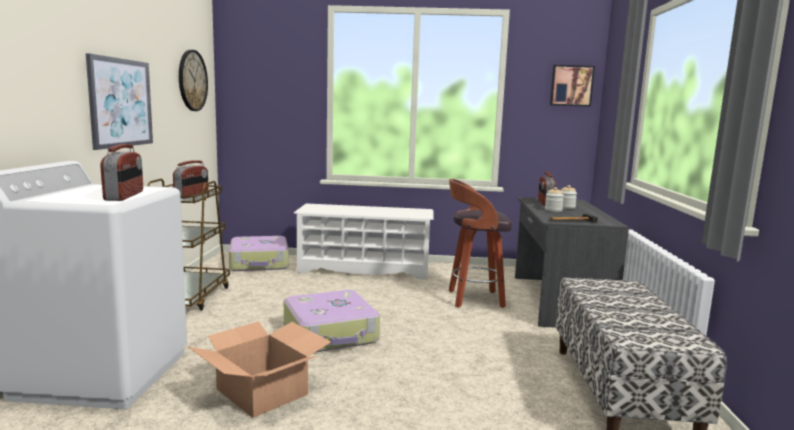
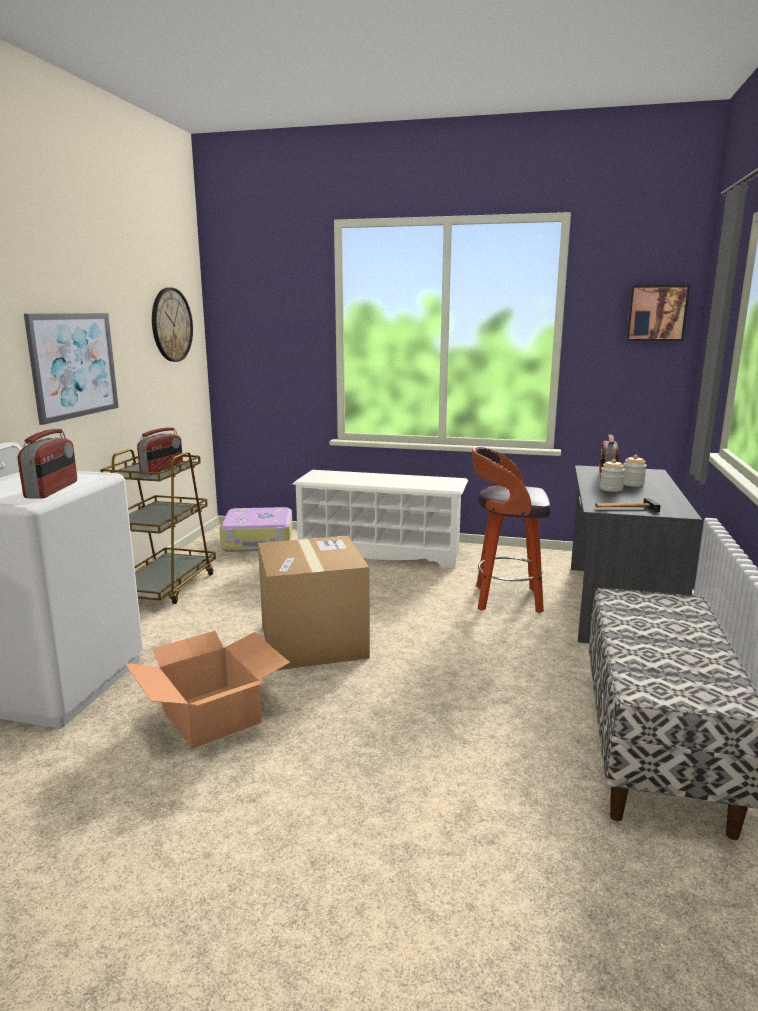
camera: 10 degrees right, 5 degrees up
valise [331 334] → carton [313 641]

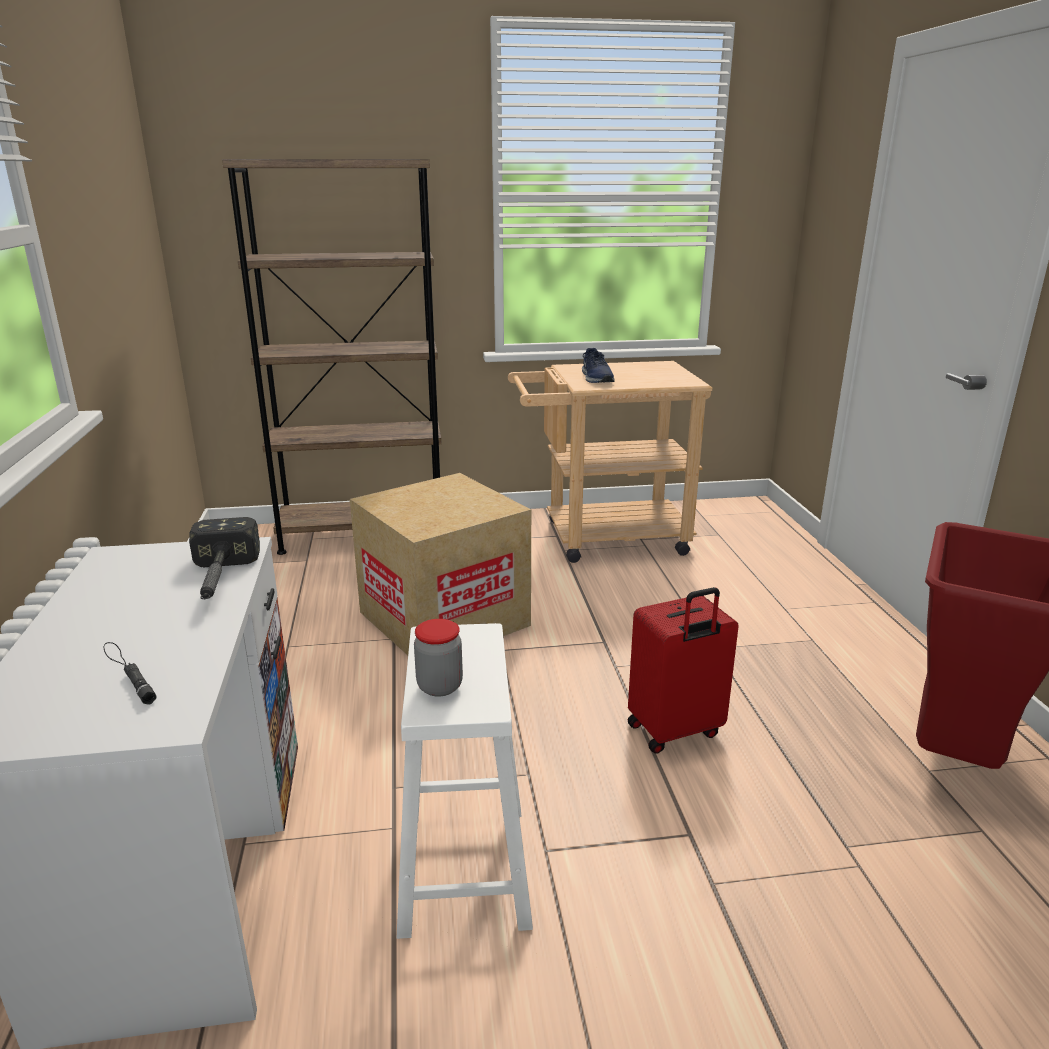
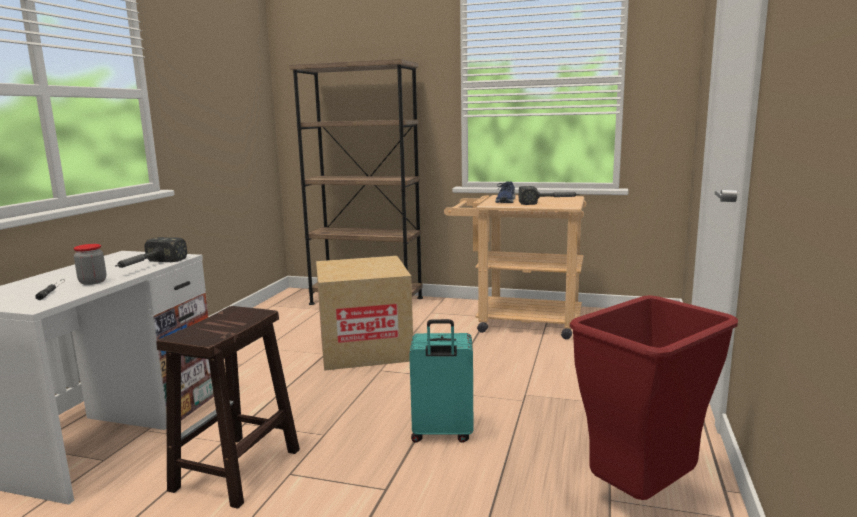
camera: 25 degrees right, 10 degrees down
bocal [439 686] → bocal [93 282], relocated
tabouret/blanc [465 870] → tabouret/marron [236 471]
valise/rouge [675 731] → valise/turquoise [442 434]
- → marteau [549 202]

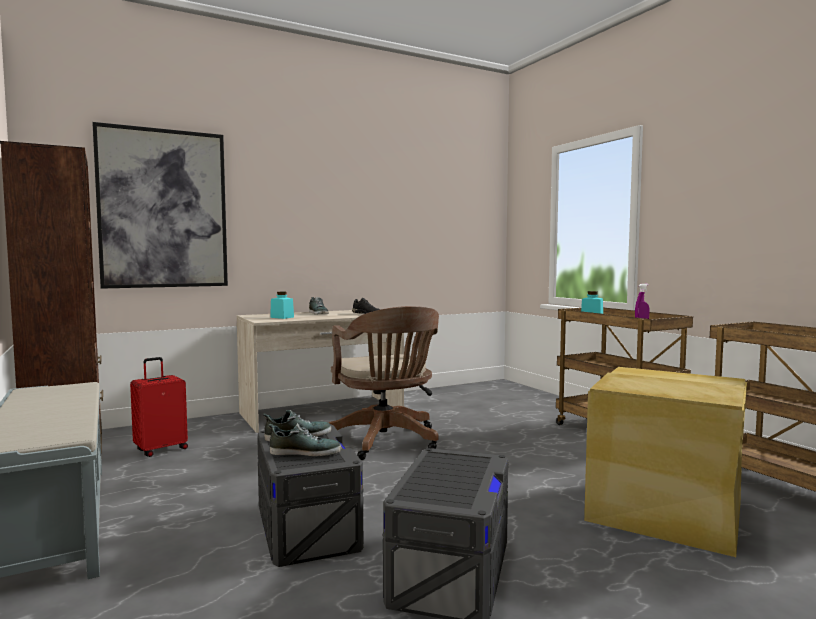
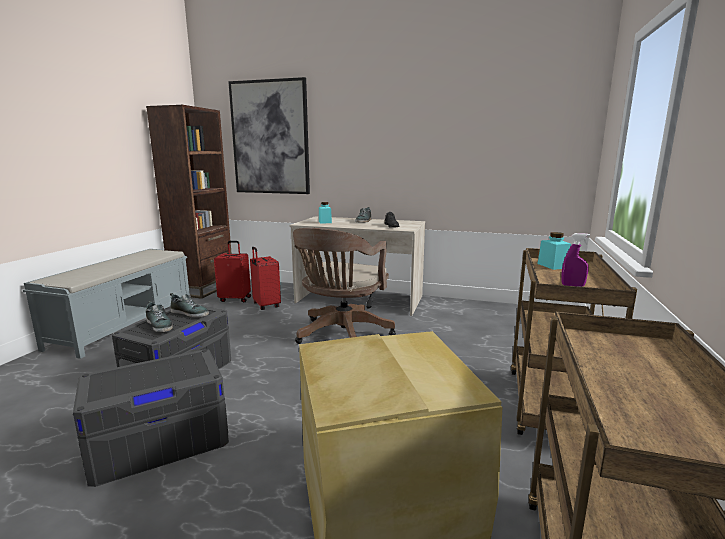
camera: 45 degrees right, 10 degrees up
- → valise/rouge [265 305]

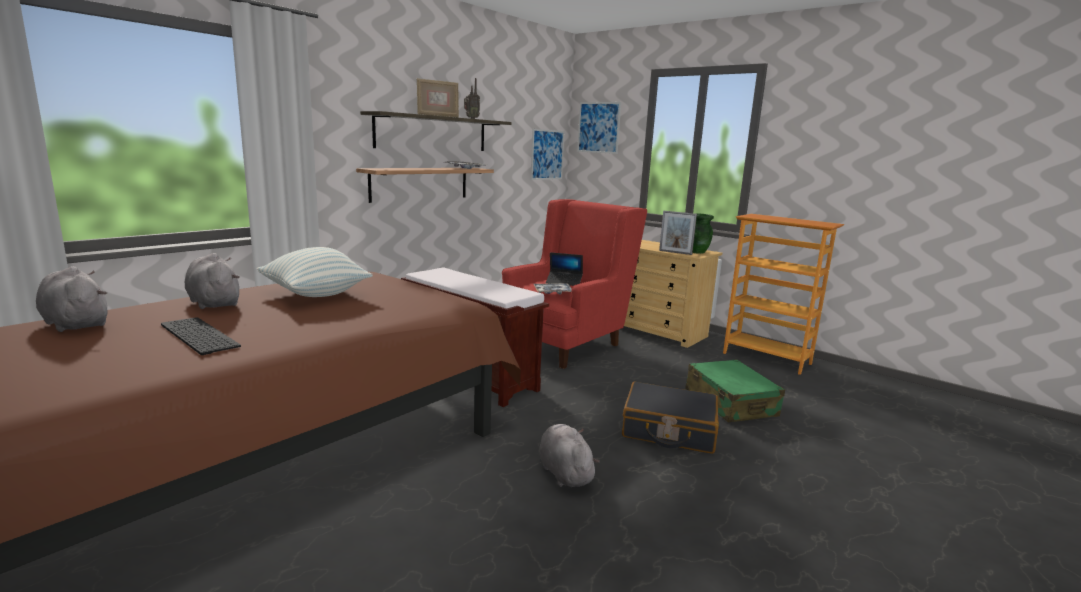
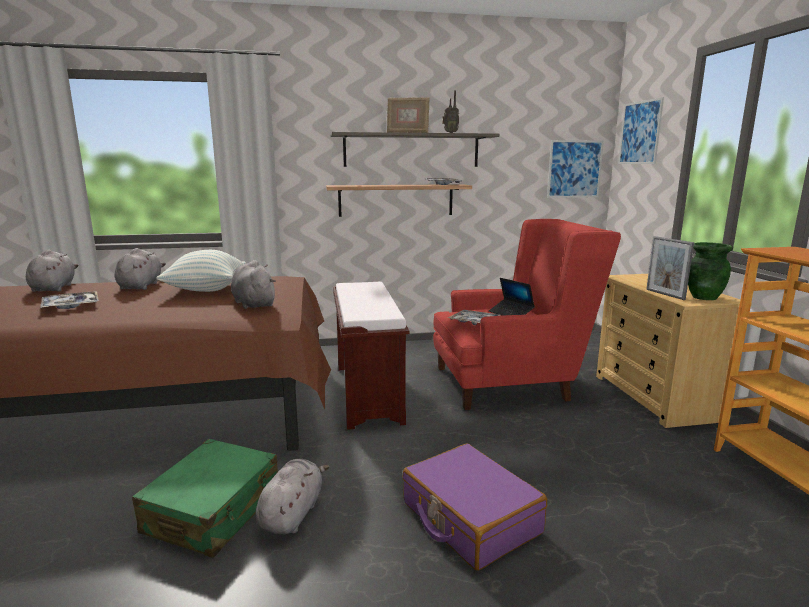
camera: 40 degrees right, 0 degrees up
clavier [196 335] → plateau [71 306]
valise/vert [730 403] → valise/vert [214 511], relocated
- → peluche/gris [253 303]
valise/noir [669 430] → valise/violet [470 518]

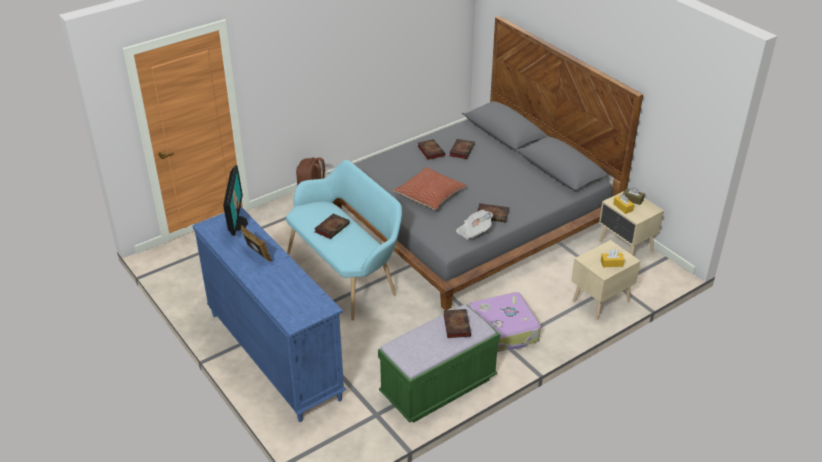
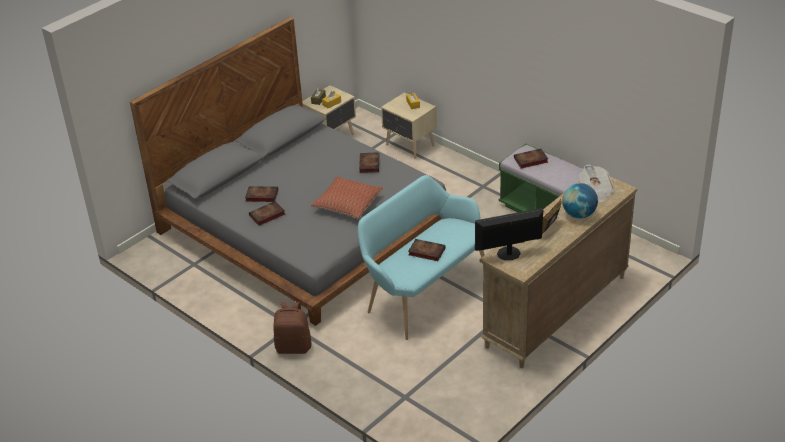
camera: 100 degrees left, 0 degrees up
commode/bleu [274 355] → commode/beige [555 312]
- → globe [579 214]
journal [474 232] → journal [596 191], relocated
valise [503 330] → -

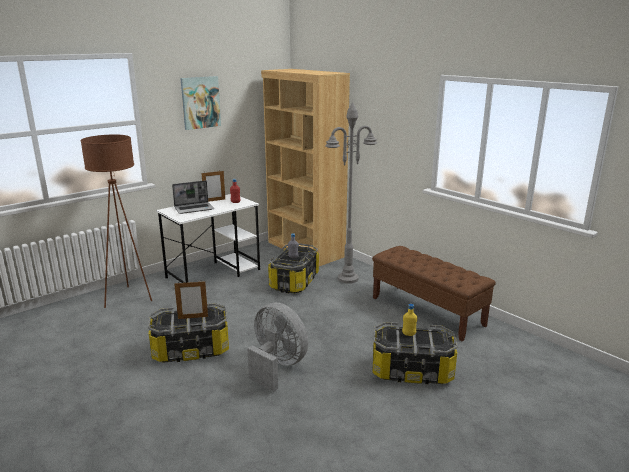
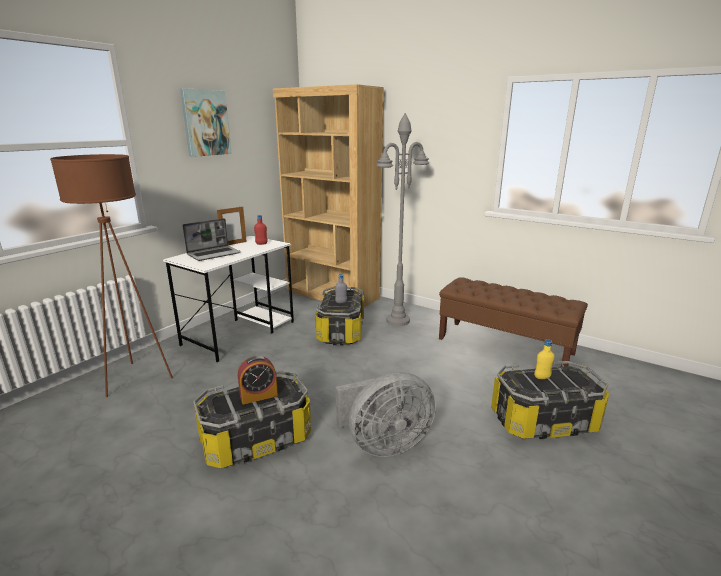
camera: 15 degrees left, 0 degrees up
cadre photo [193 317] → réveil [259 396]
ventilateur/gris [277 366] → ventilateur/gris [384 444], 135 degrees clockwise

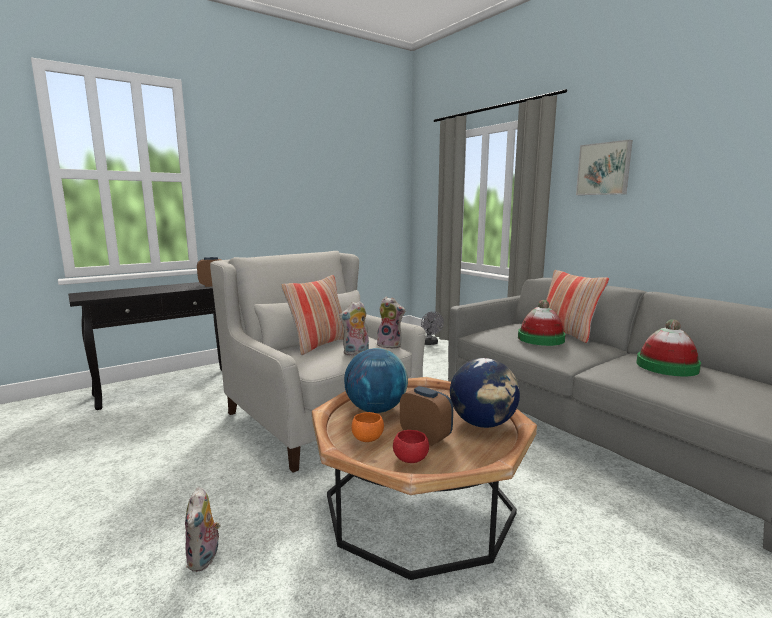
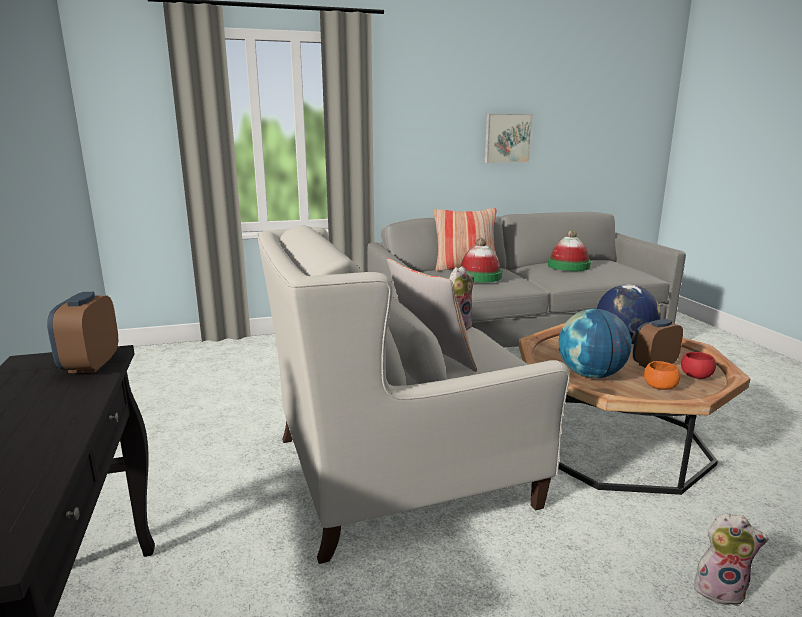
camera: 70 degrees left, 5 degrees up
tableau [604 169] → tableau [507 138], relocated
peluche [356 353] → -
ventilateur/gris [430 343] → -

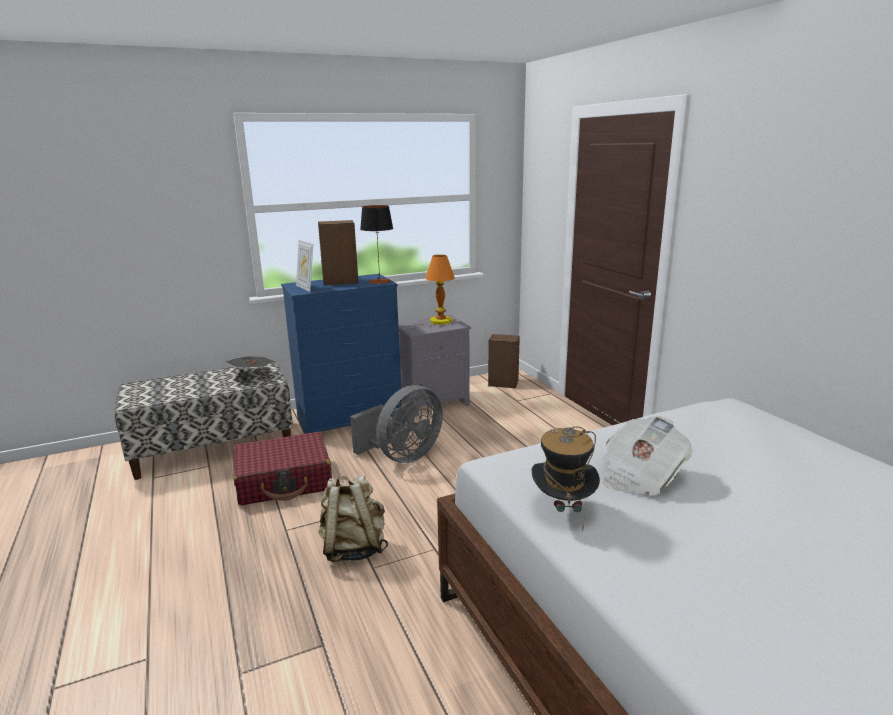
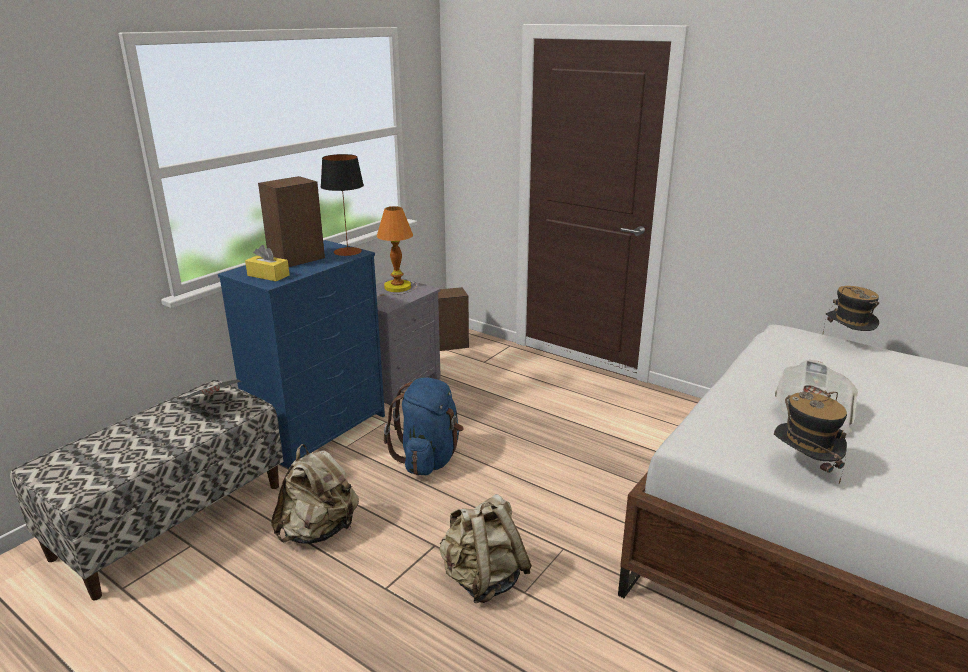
camera: 30 degrees left, 5 degrees up
cadre photo [306 288] → boîte à mouchoirs/jaune [268 275]
valise/rouge [284 481] → sac à dos/beige [318 531]
ventilateur/gris [403 456] → sac à dos/bleu [429 458]
- → chapeau [845 343]

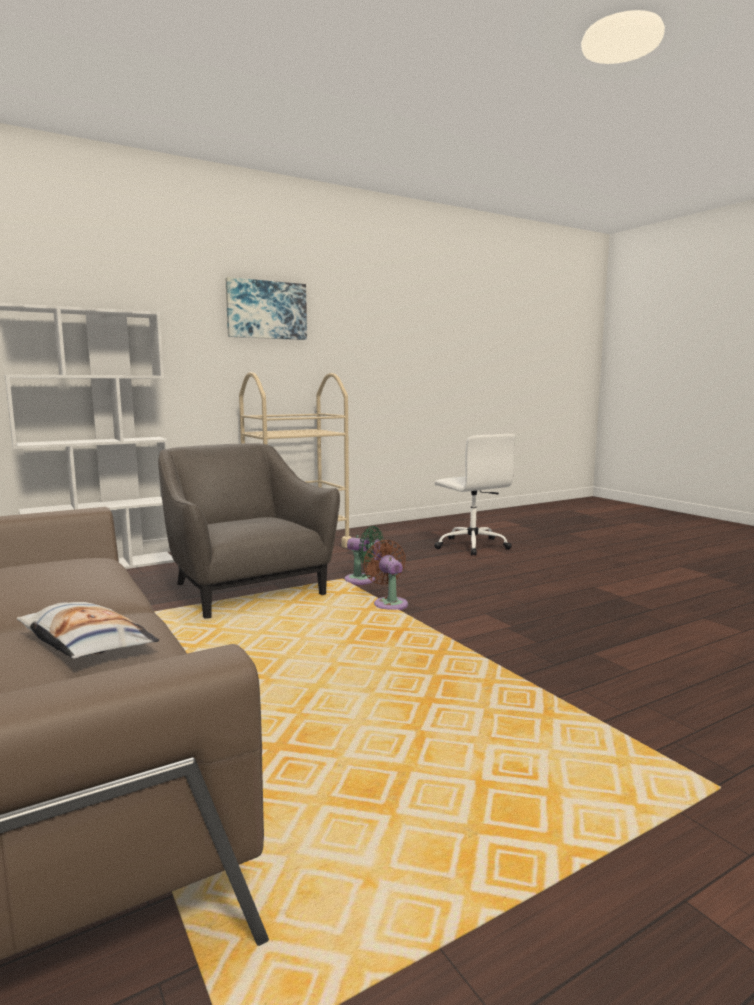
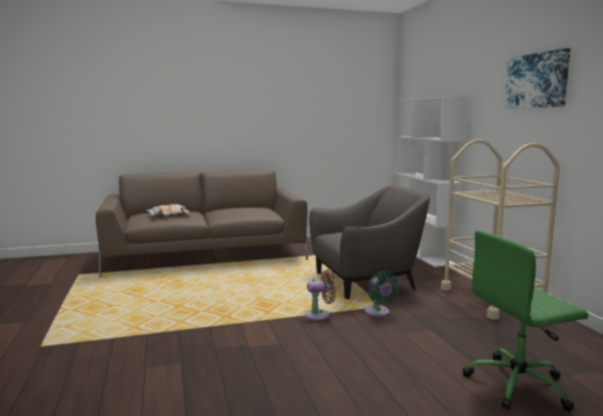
camera: 105 degrees right, 0 degrees up
ventilateur/vert [363 580] → ventilateur/vert [378 313], 60 degrees counterclockwise
chaise de bureau/blanc [471 545] → chaise de bureau/vert [519 385]

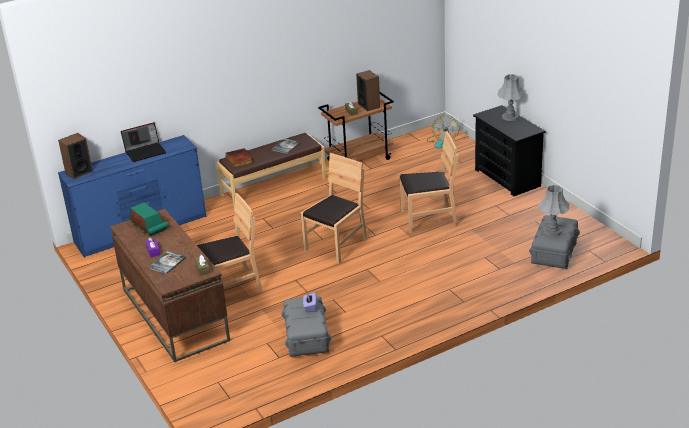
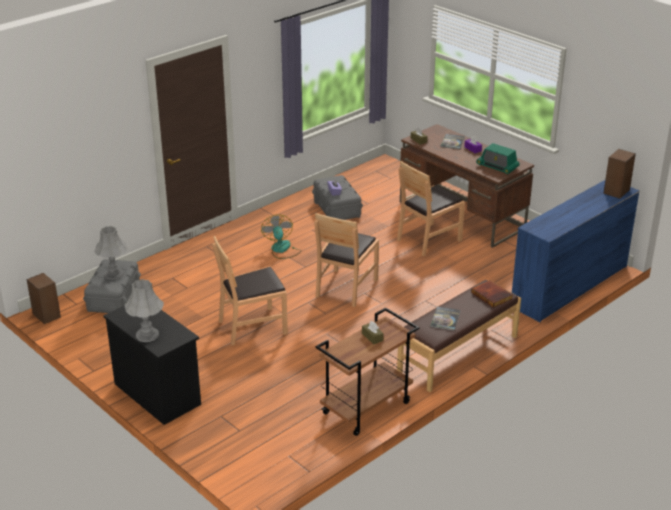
camera: 165 degrees right, 0 degrees up
enceinte [369 105] → enceinte [46 315], relocated
ventilateur [442 142] → ventilateur [282 250], relocated
ordinateur portable [145 151] → -

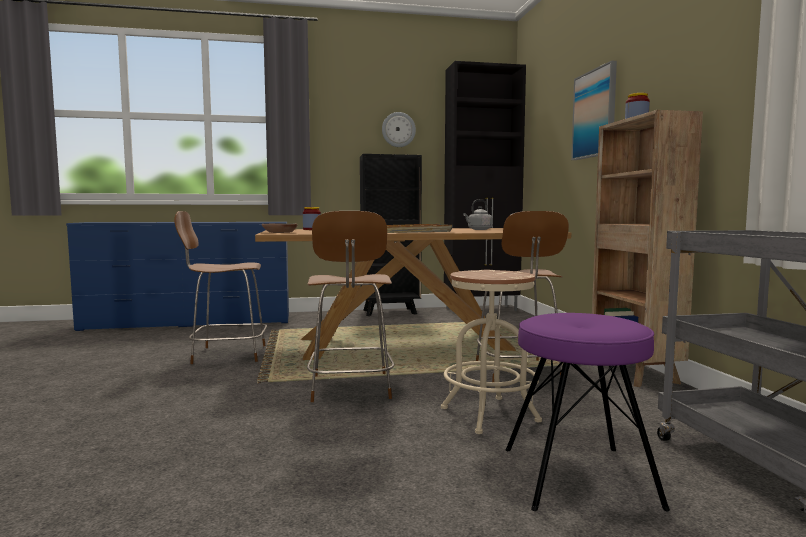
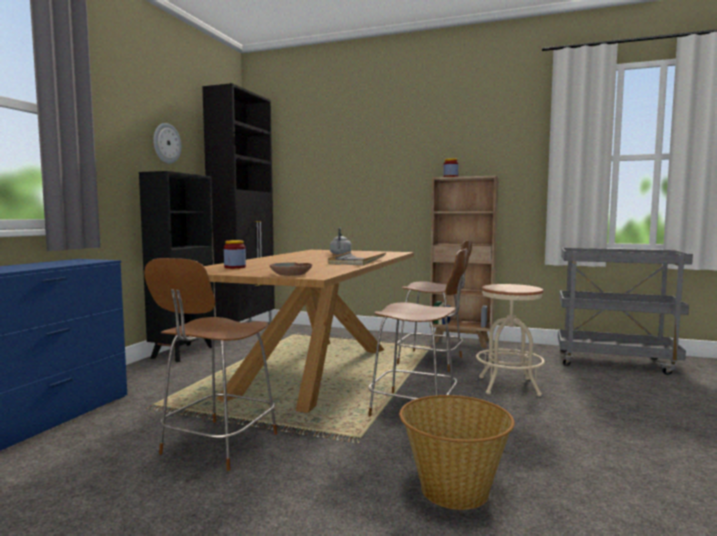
camera: 60 degrees left, 0 degrees up
- → panier [454 490]
tabouret/violet [577 477] → -
tableau [595 114] → -

